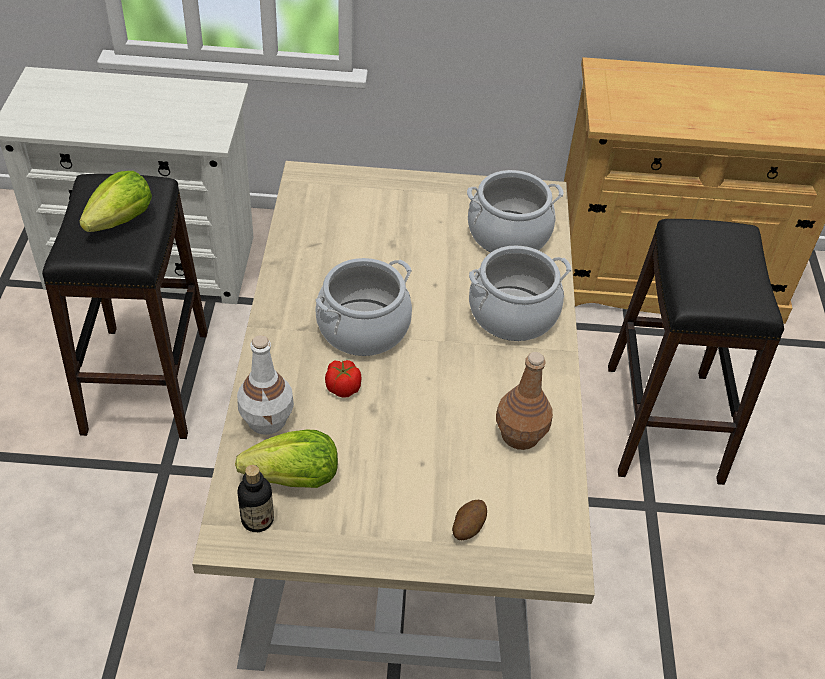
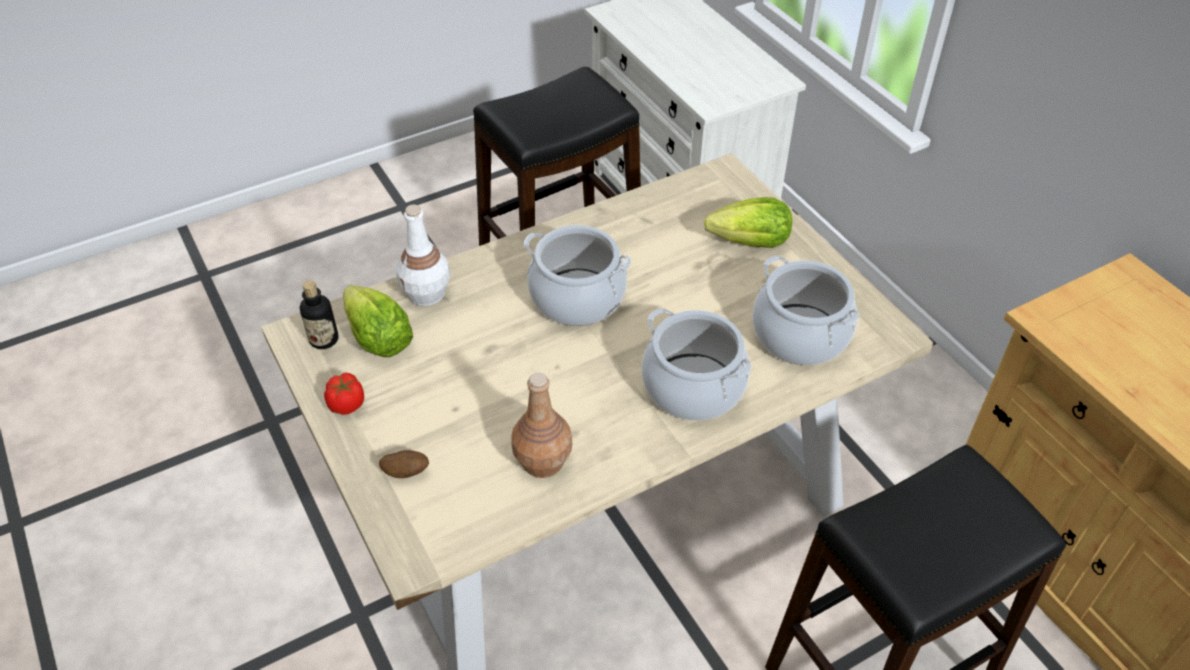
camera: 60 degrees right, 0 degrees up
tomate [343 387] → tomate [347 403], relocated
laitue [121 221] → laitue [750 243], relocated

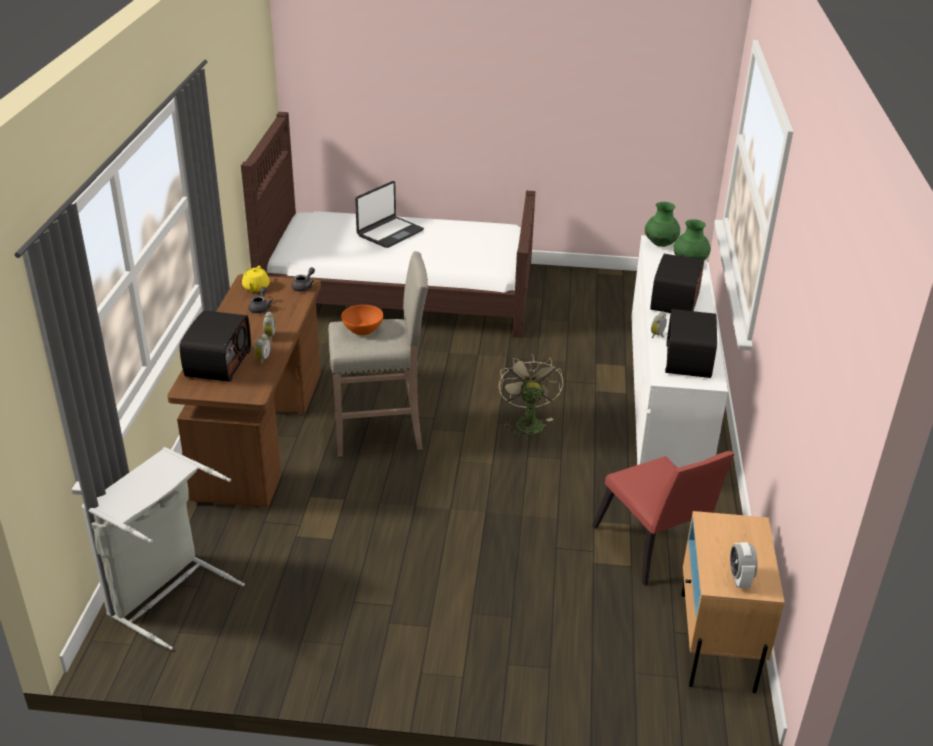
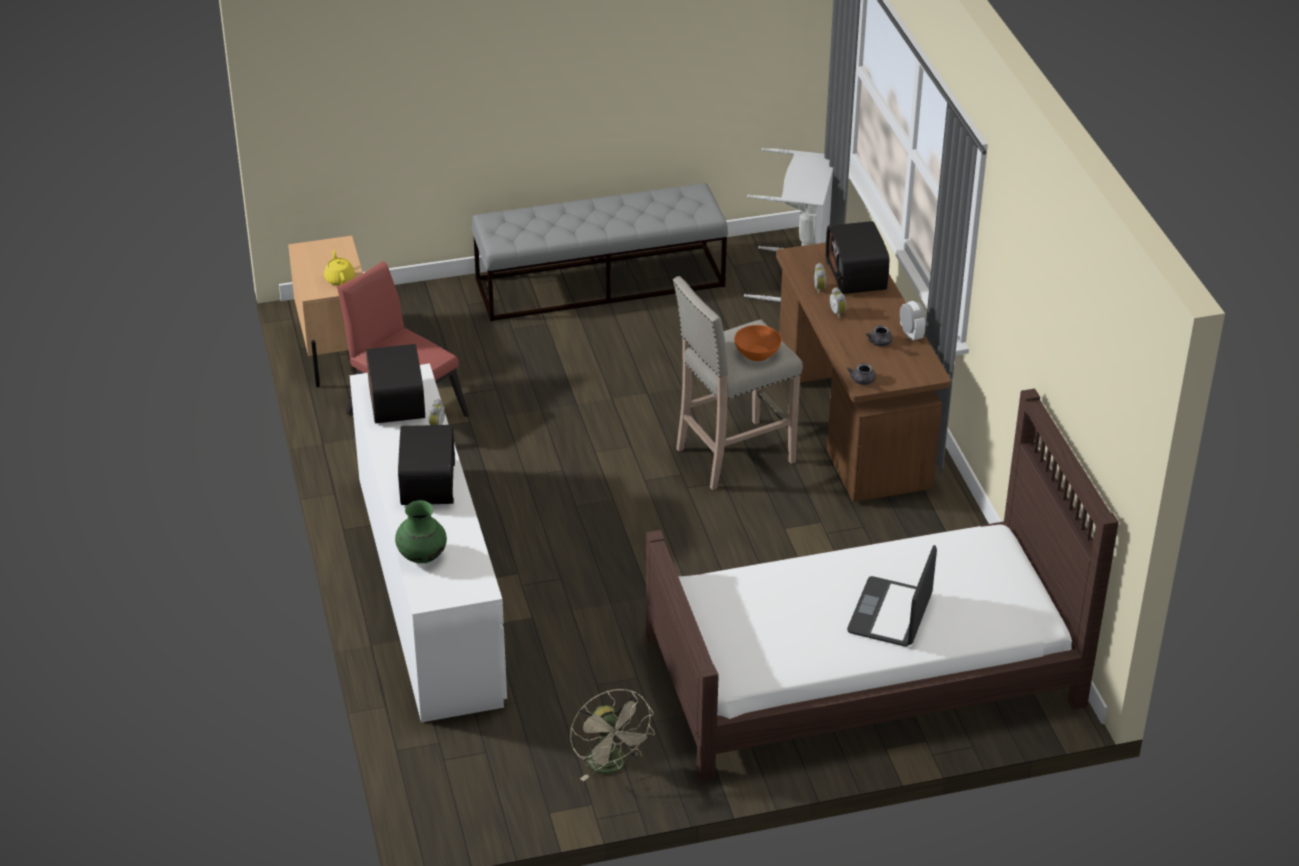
camera: 160 degrees right, 5 degrees up
théière/jaune [256 287] → théière/jaune [340 279], relocated
- → banc/gris [601 283]
ventilateur/beige [527 422] → ventilateur/beige [612 766], relocated
réveil [739 579] → réveil [911 334], relocated
vase/vert [660 244] → -

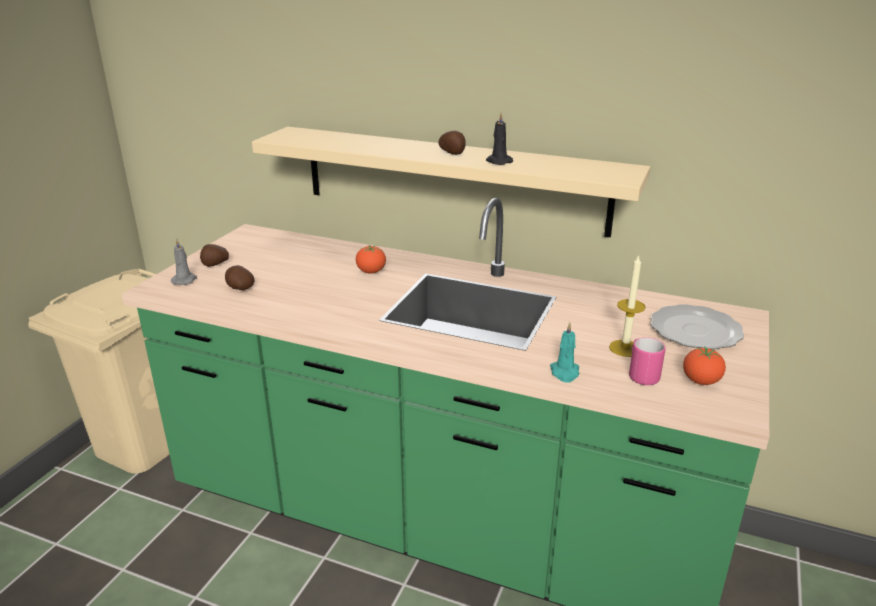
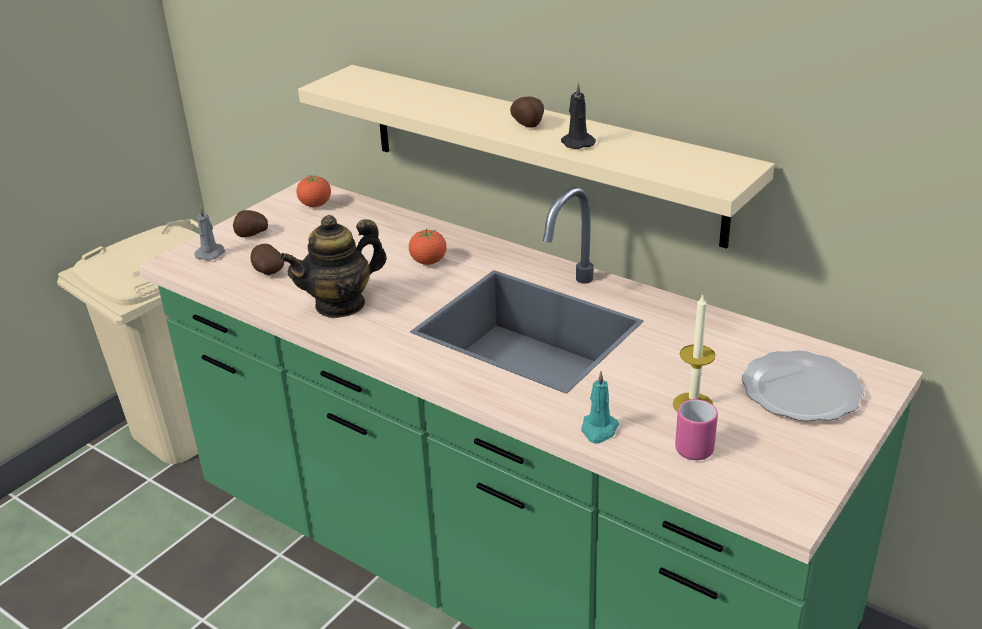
camera: 15 degrees right, 5 degrees up
- → théière [340 304]
tomate [701 381] → tomate [315 205], relocated

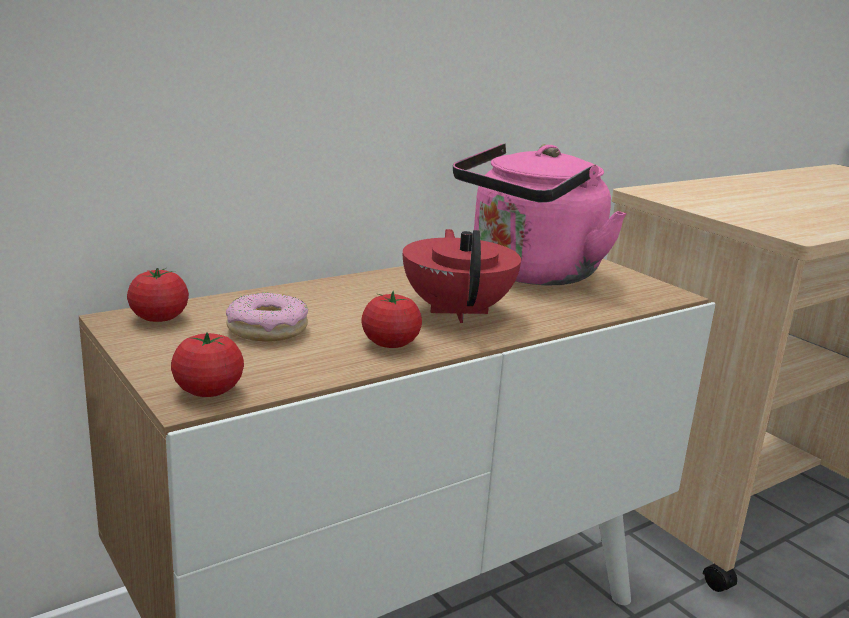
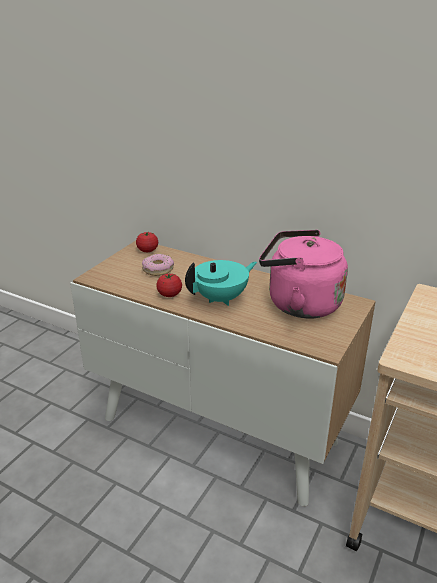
camera: 65 degrees right, 10 degrees up
théière/rouge [458 311] → théière/turquoise [221 298]
tomate [208 391] → -

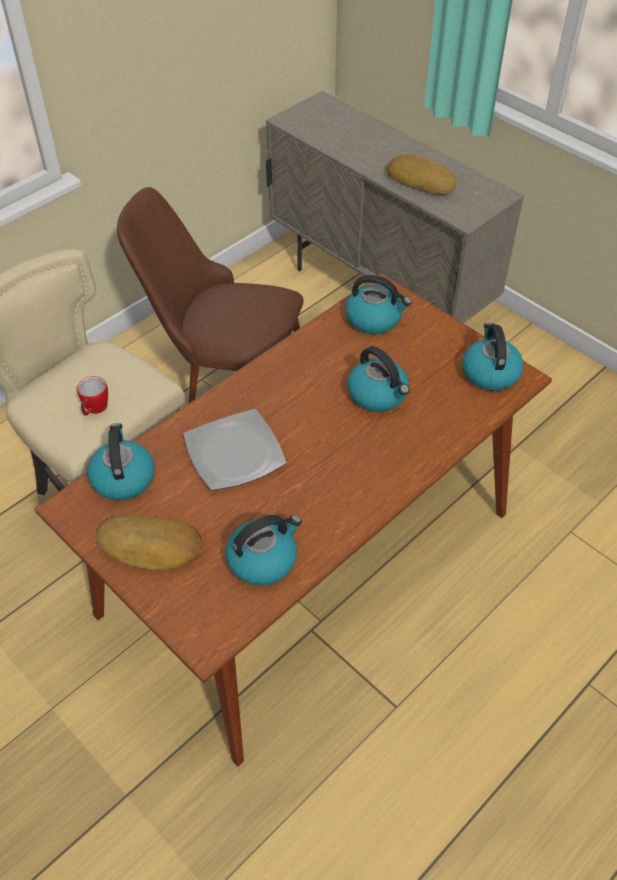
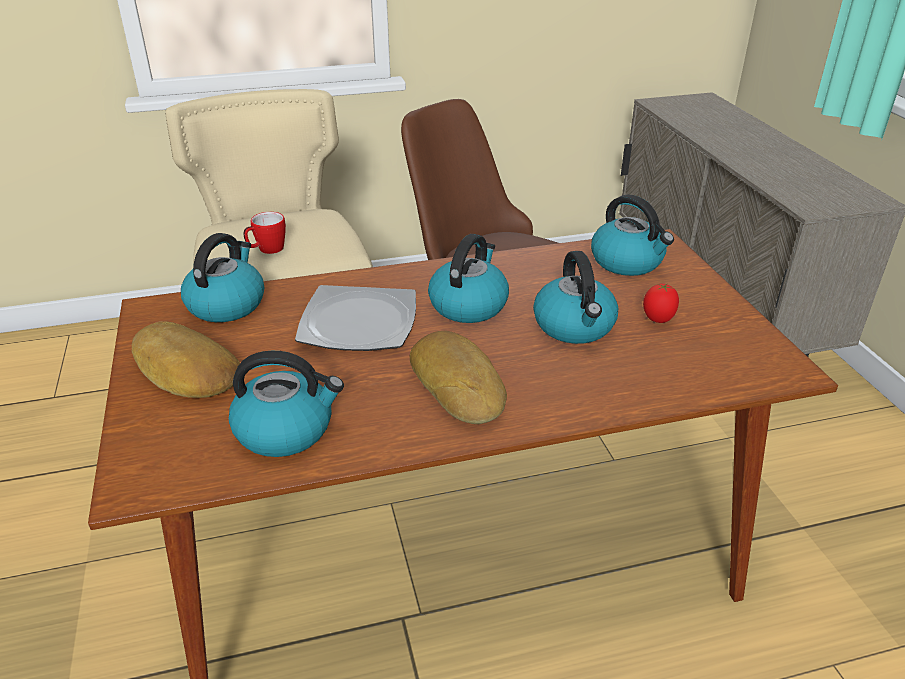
camera: 30 degrees right, 15 degrees down
pain [421 180] → pain [459 384], relocated
bouilloire [489 373] → bouilloire [468 305], relocated
- → tomate [658 319]

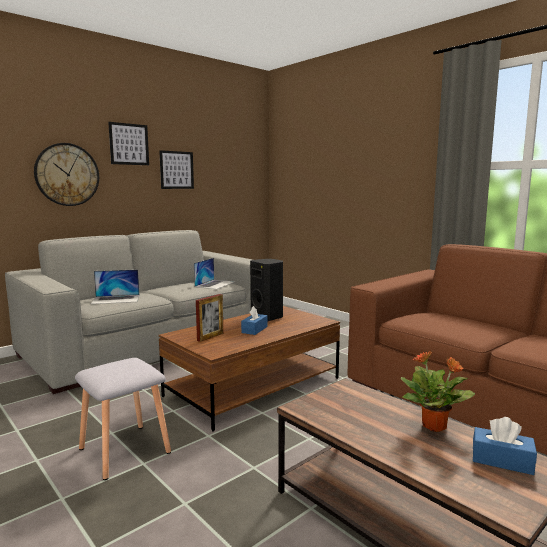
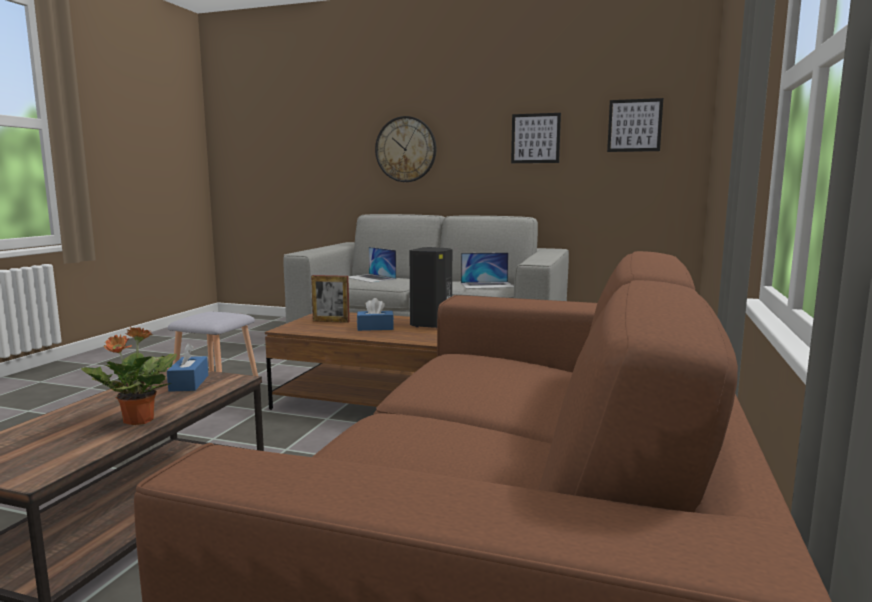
camera: 60 degrees right, 0 degrees up
boîte à mouchoirs/bleu [502 460] → boîte à mouchoirs/bleu [189 383], relocated
tableau [129 144] → tableau [634 125], relocated

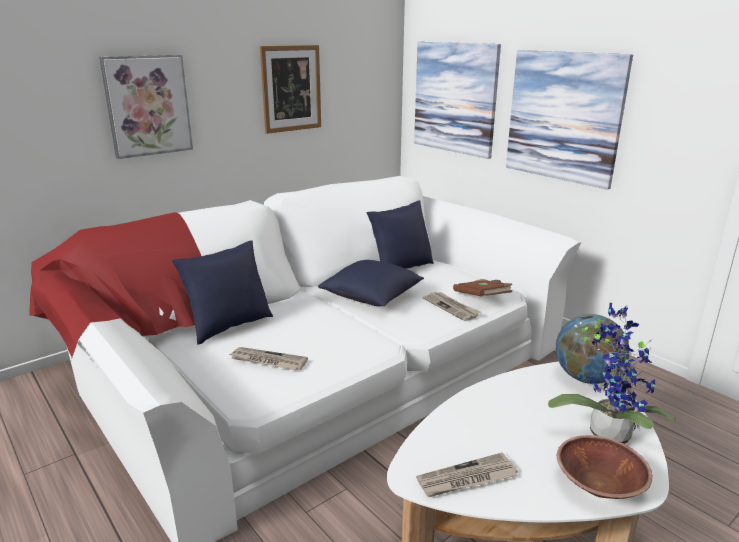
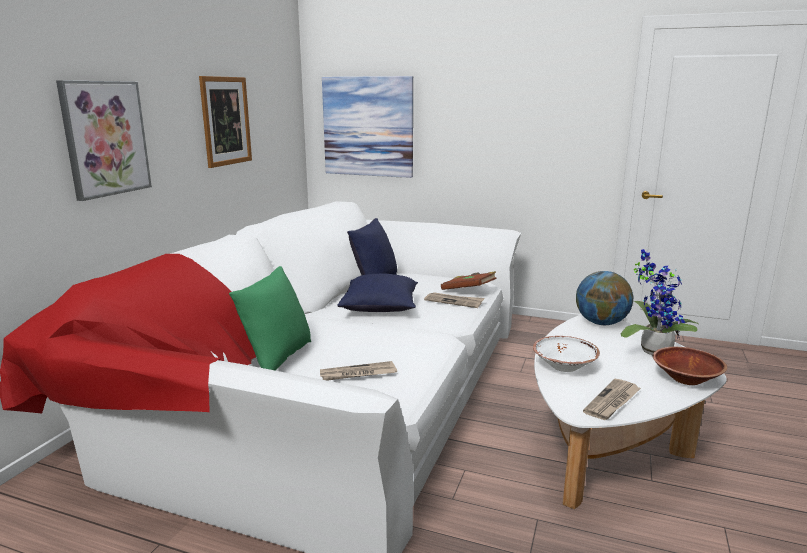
camera: 30 degrees left, 5 degrees down
coussin/bleu [229 326] → coussin/vert [277 359]
- → bol/blanc [564 366]
tableau [564 117] → -

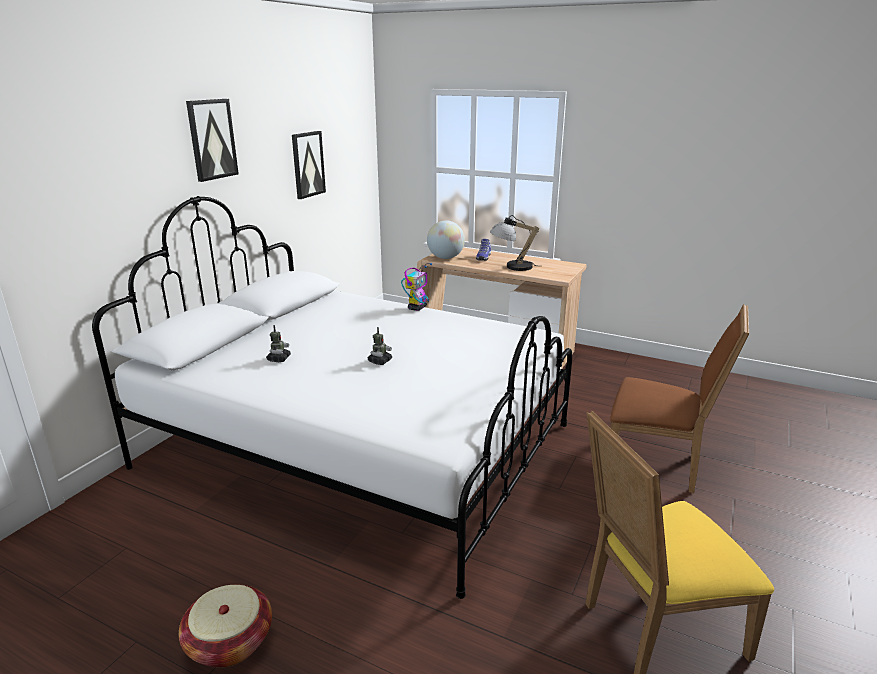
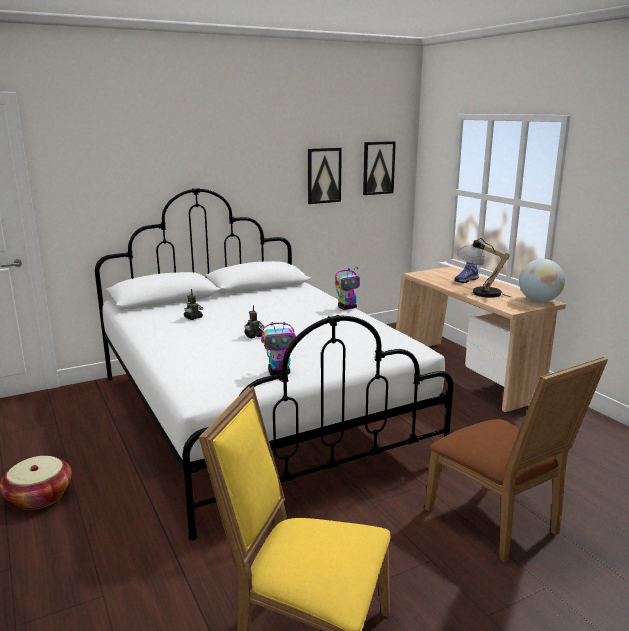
camera: 35 degrees right, 5 degrees down
- → robot jouet [279 372]
tableau [212 139] → tableau [378 168], relocated
globe [445 258] → globe [539 301], relocated

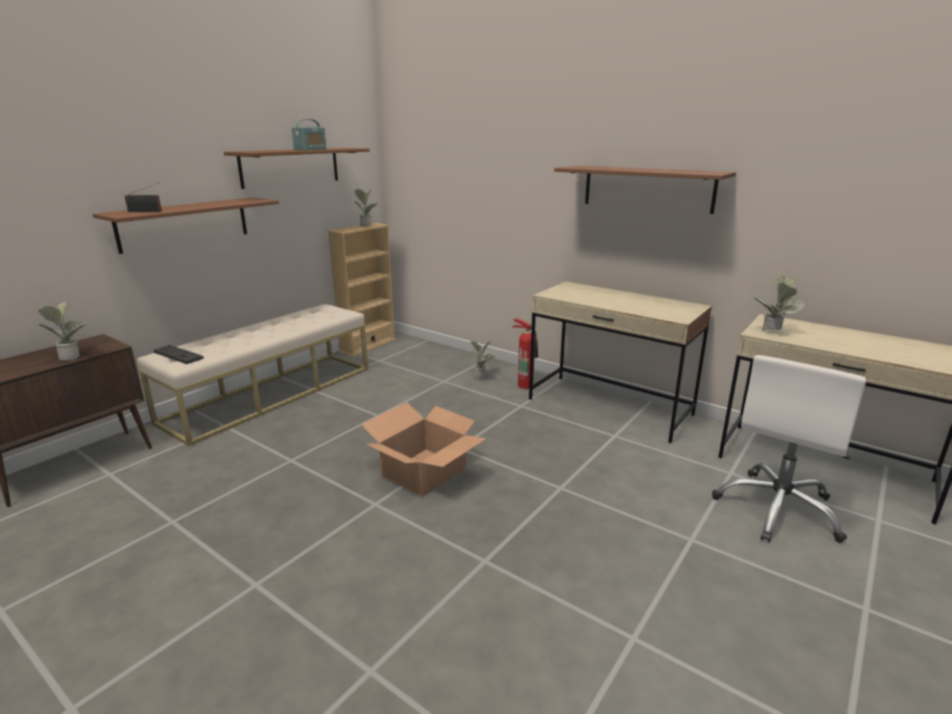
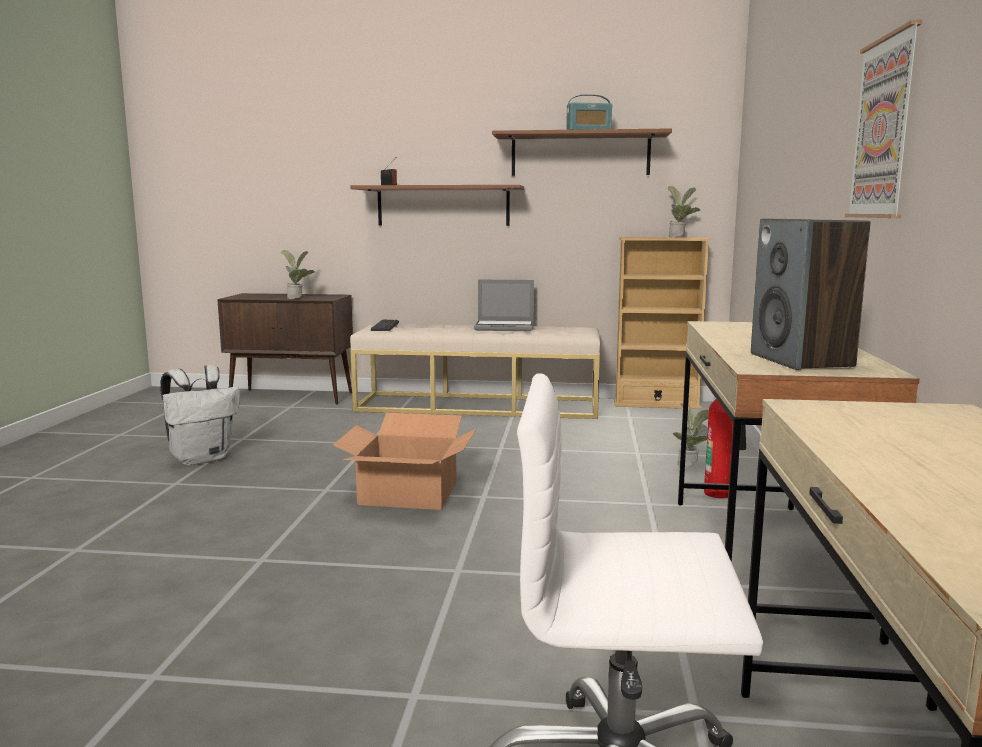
camera: 60 degrees right, 10 degrees down
- → sac à dos/blanc [202 459]
- → ordinateur portable [505 327]
- → enceinte [802 360]
étagère/marron [647 188] → tableau [884 128]
plante en pot [772 333] → -

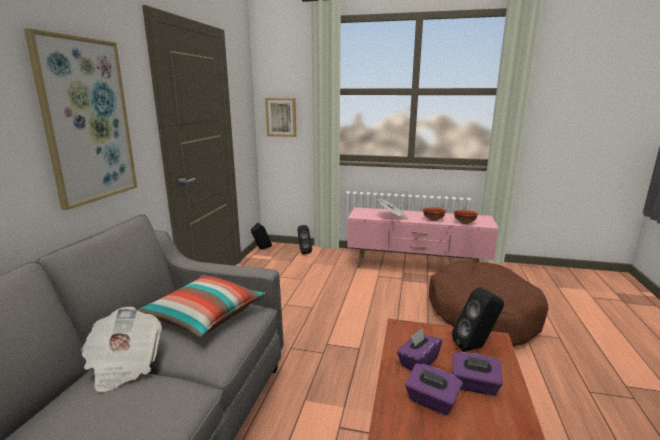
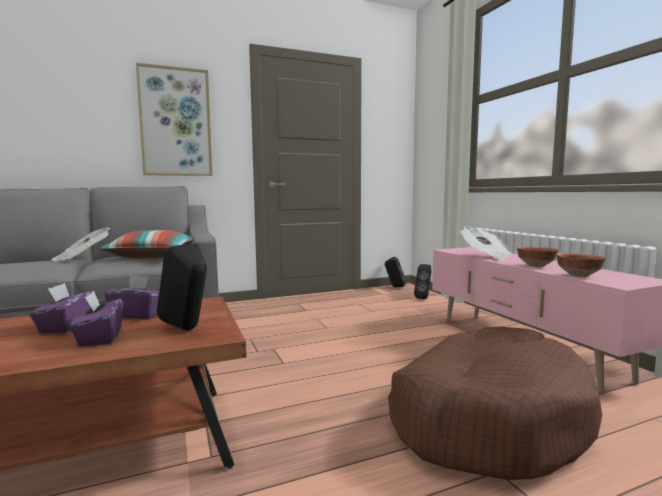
camera: 55 degrees right, 10 degrees down
tableau [281 117] → -

